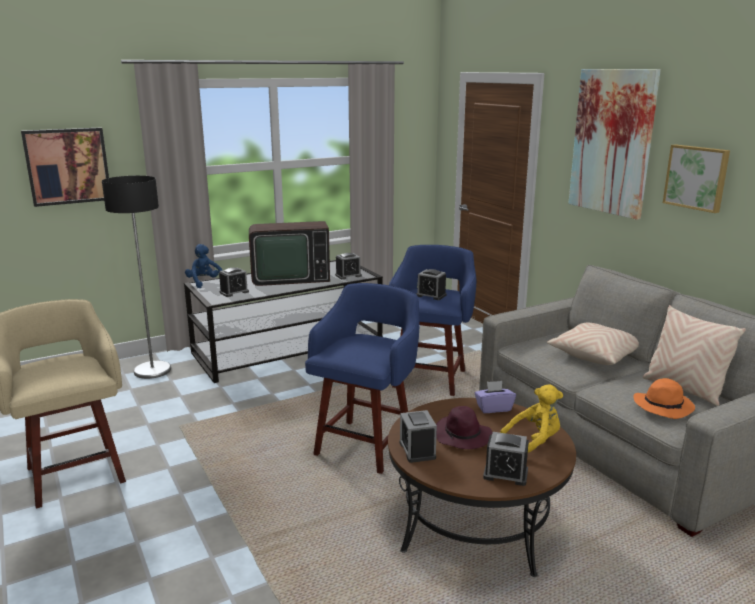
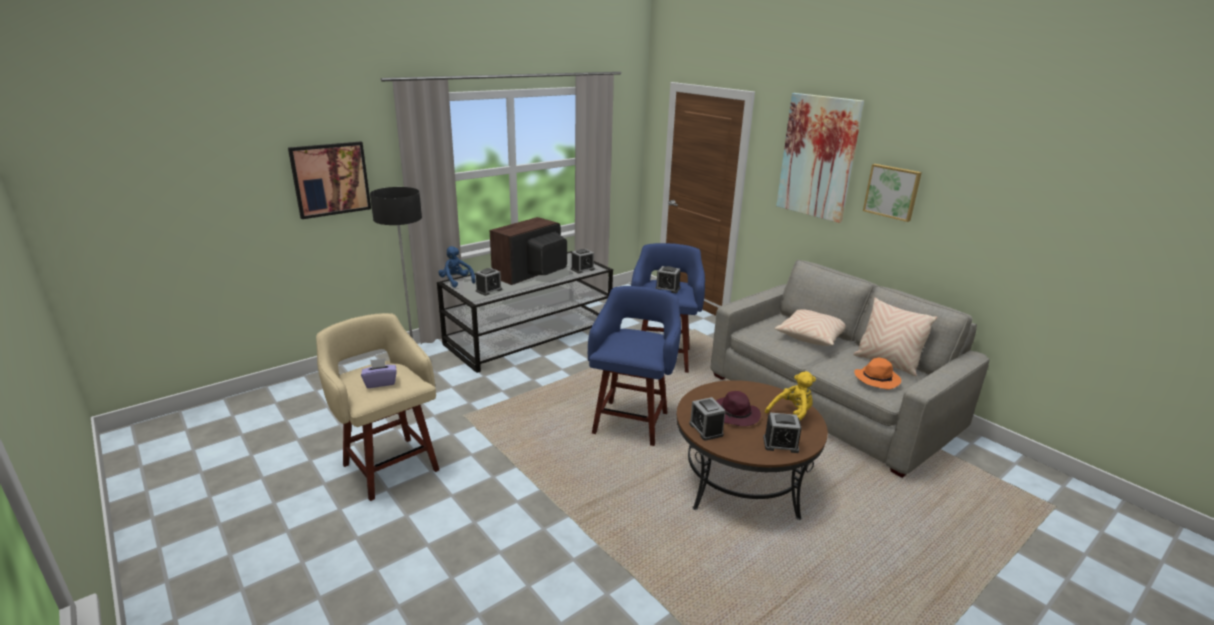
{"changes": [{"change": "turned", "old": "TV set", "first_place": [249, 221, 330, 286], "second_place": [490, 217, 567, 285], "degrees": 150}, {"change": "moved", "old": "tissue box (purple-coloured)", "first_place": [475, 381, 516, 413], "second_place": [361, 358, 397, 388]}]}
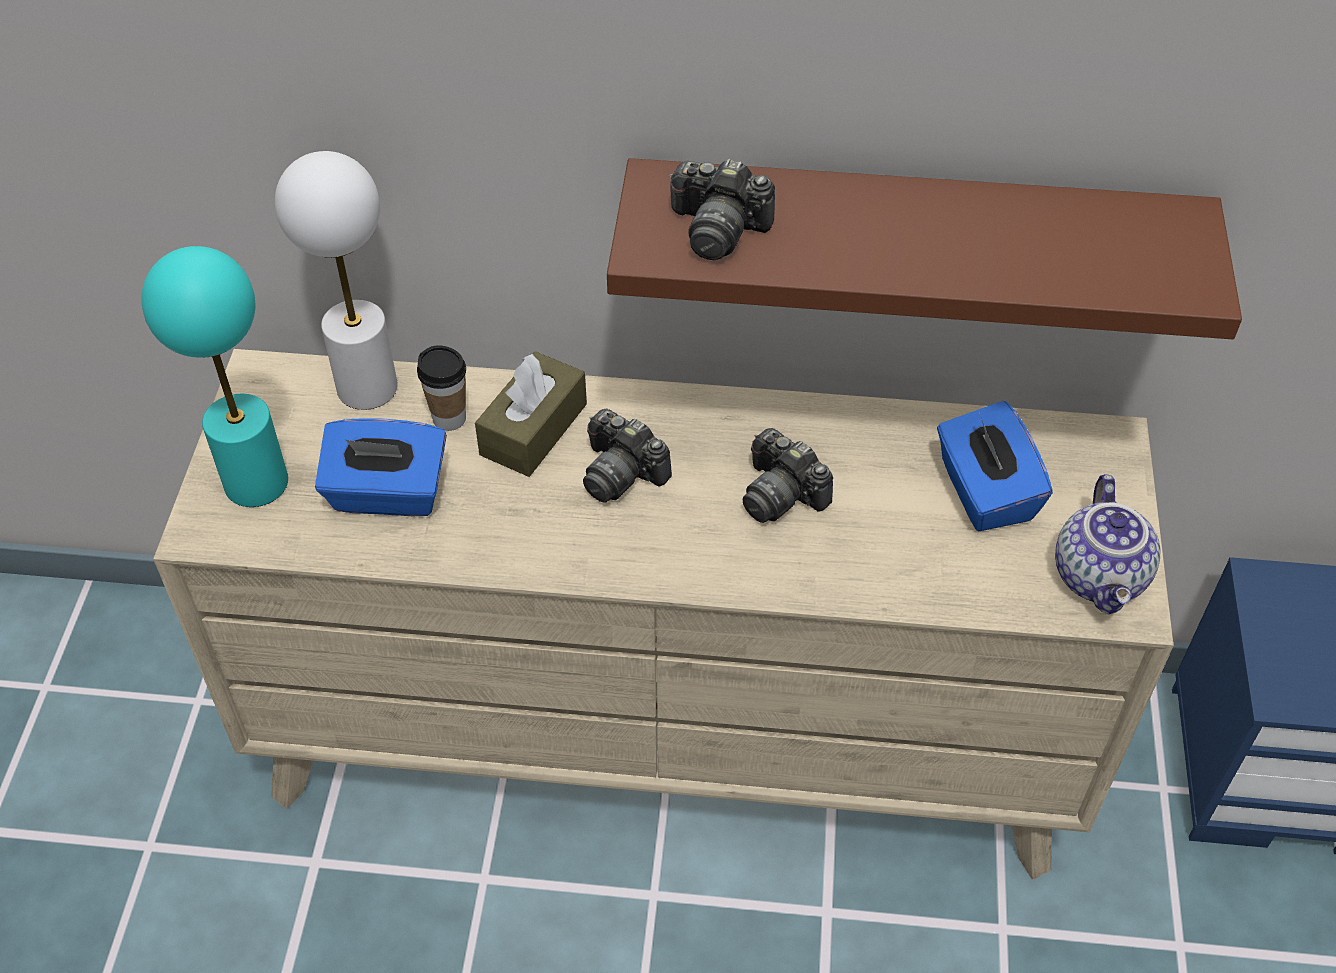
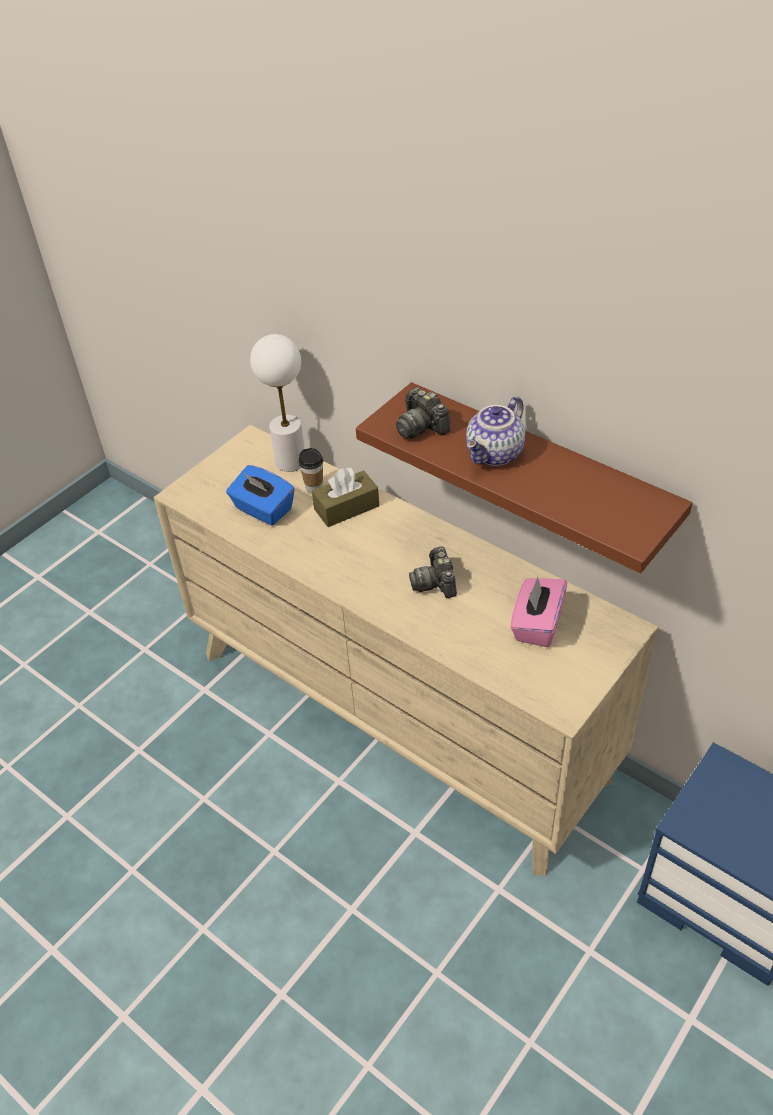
{"changes": [{"change": "removed", "old": "tabletop lamp (blue-green)", "first_place": [141, 246, 288, 507]}, {"change": "removed", "old": "photo camera", "first_place": [583, 409, 672, 503]}, {"change": "recoloured", "old": "tissue box (blue)", "new": "tissue box (pinkish)", "first_place": [937, 401, 1053, 531], "second_place": [510, 576, 567, 647]}, {"change": "moved", "old": "tea pot", "first_place": [1055, 474, 1160, 614], "second_place": [466, 396, 525, 466]}]}
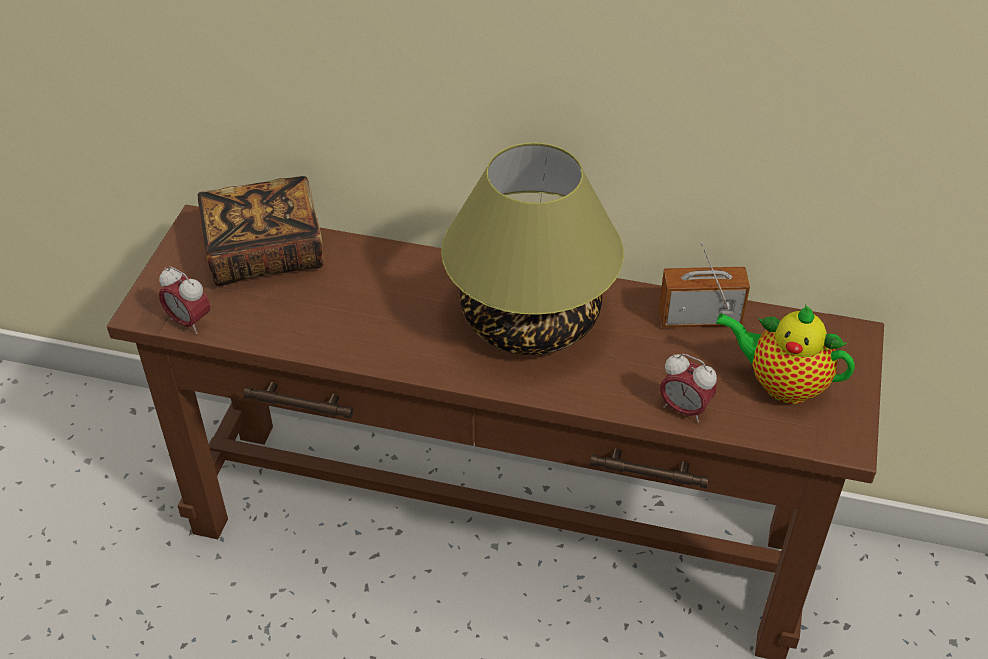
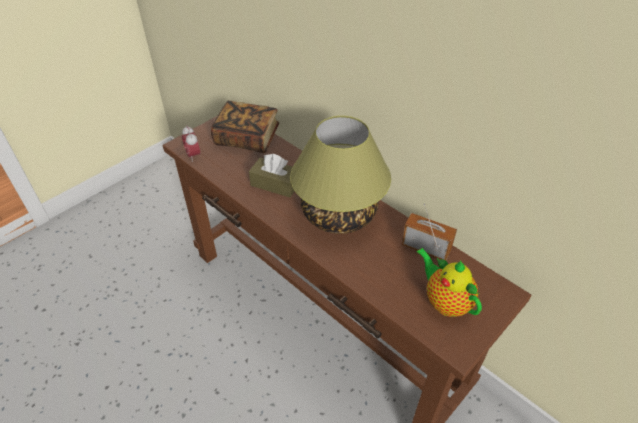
{"changes": [{"change": "removed", "old": "alarm clock", "first_place": [660, 354, 717, 423]}, {"change": "added", "new": "tissue box (brownish)", "second_place": [249, 154, 294, 197]}]}
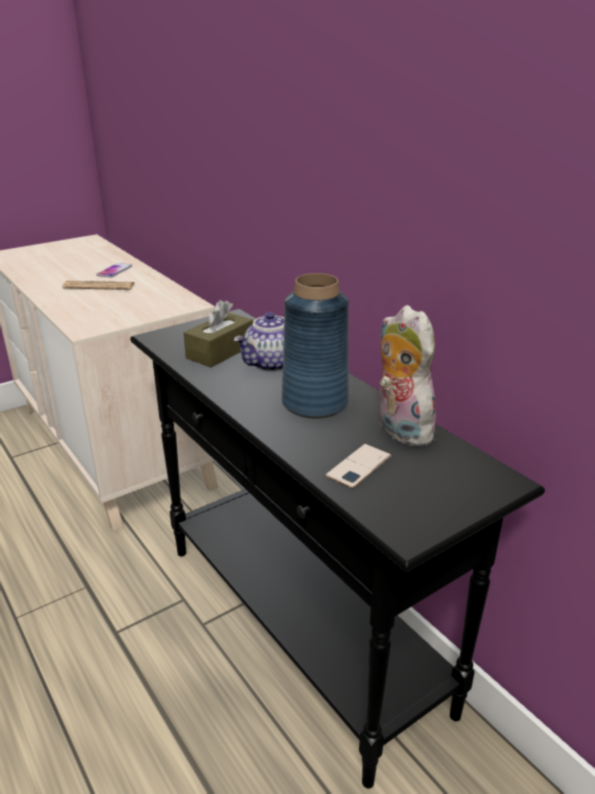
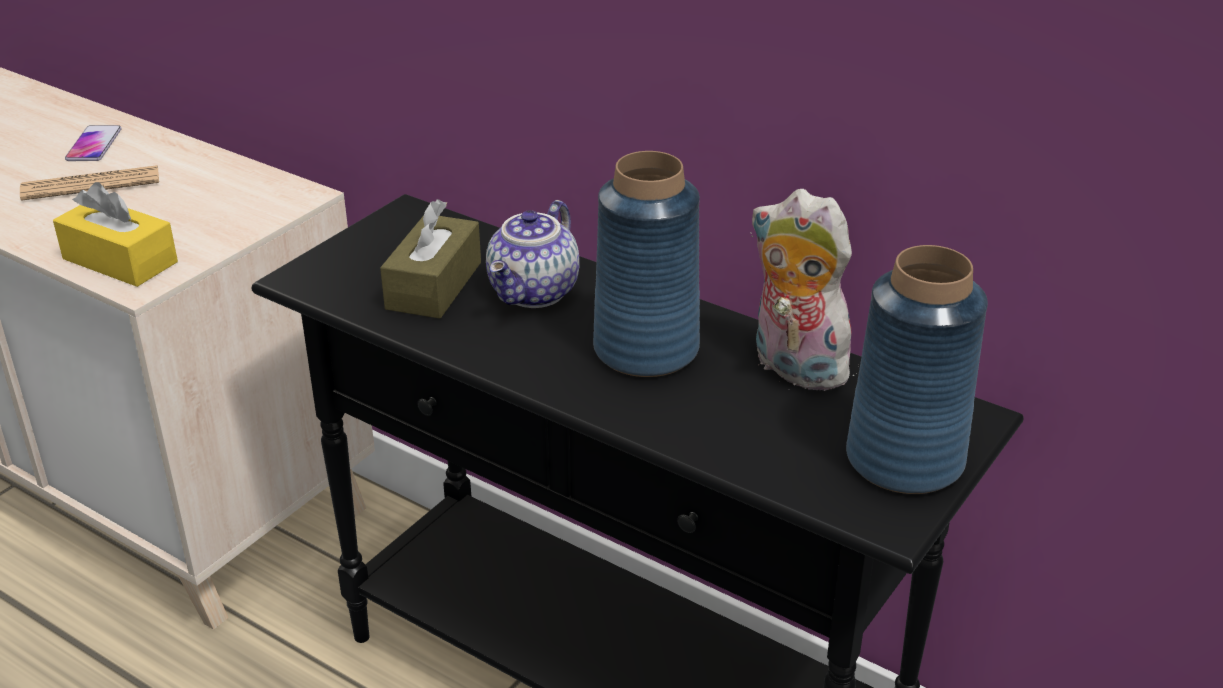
{"changes": [{"change": "removed", "old": "phone", "first_place": [325, 444, 391, 489]}, {"change": "added", "new": "tissue box (yellow)", "second_place": [53, 182, 178, 287]}, {"change": "added", "new": "vase (blue)", "second_place": [846, 245, 988, 494]}]}
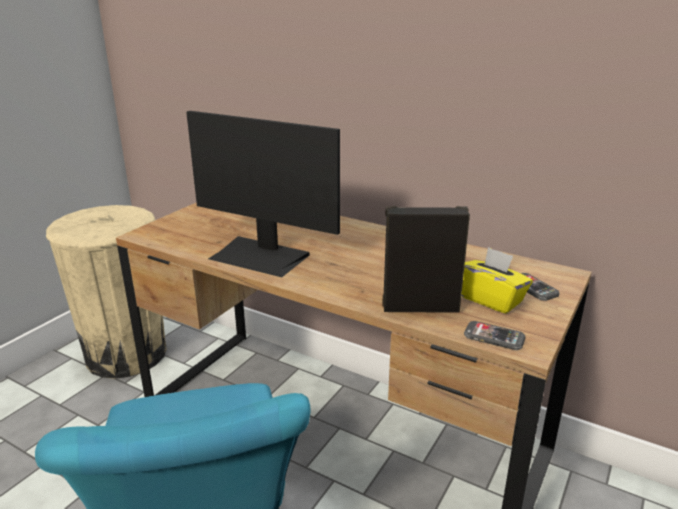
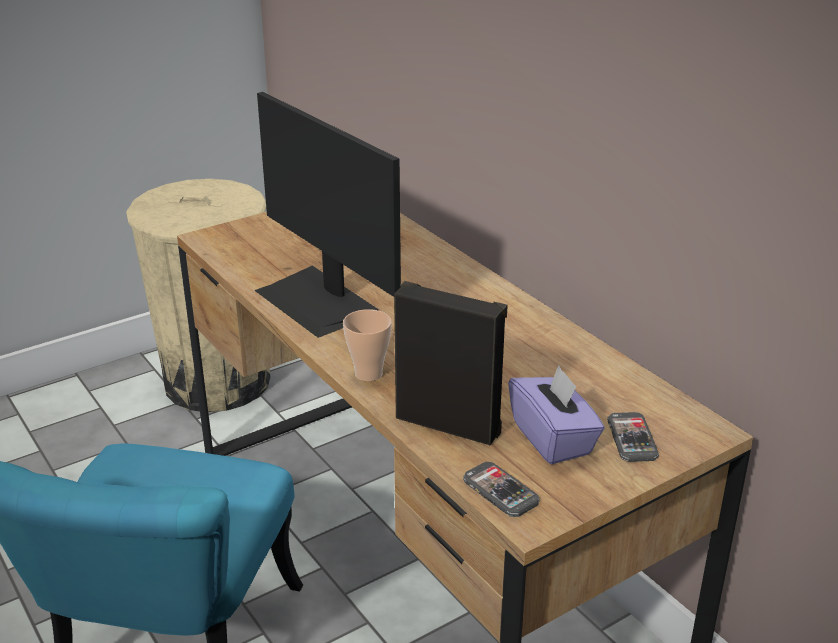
{"changes": [{"change": "recoloured", "old": "tissue box (yellow)", "new": "tissue box (purple-coloured)", "first_place": [461, 247, 533, 314], "second_place": [508, 365, 605, 465]}, {"change": "added", "new": "cup", "second_place": [343, 309, 392, 381]}]}
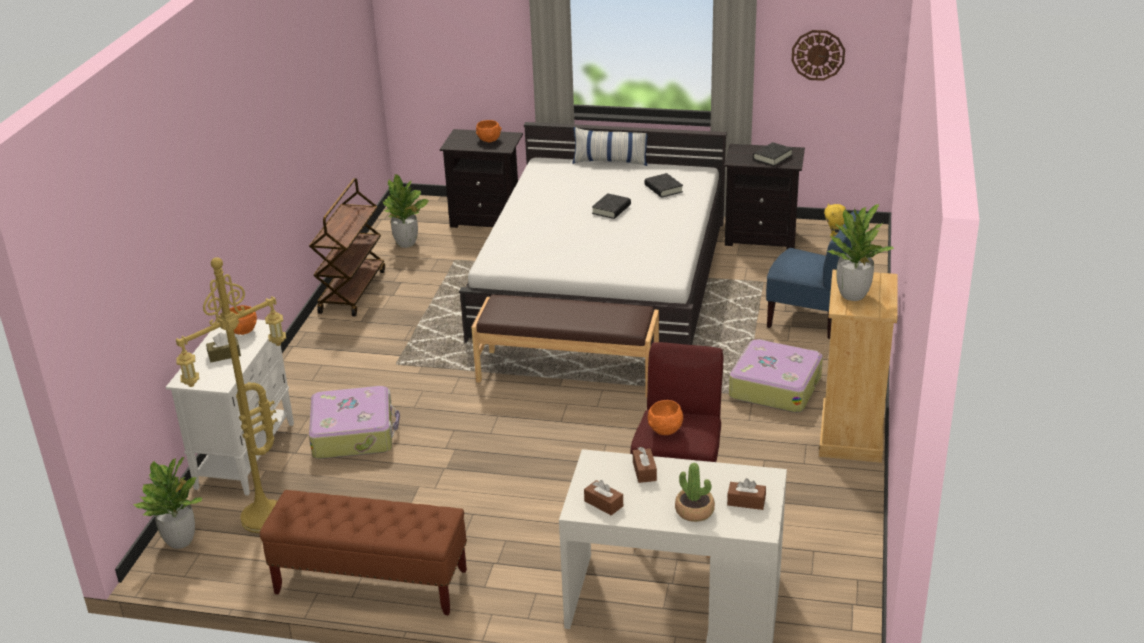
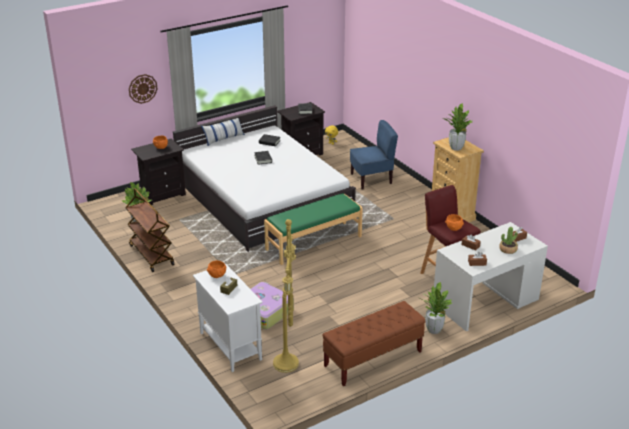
{"changes": [{"change": "moved", "old": "potted plant", "first_place": [133, 457, 202, 549], "second_place": [421, 282, 452, 334]}, {"change": "recoloured", "old": "long seat (brownish)", "new": "long seat (green-coloured)", "first_place": [471, 294, 659, 397], "second_place": [264, 193, 363, 265]}, {"change": "removed", "old": "piece of luggage", "first_place": [729, 339, 823, 413]}, {"change": "moved", "old": "wall clock", "first_place": [791, 30, 845, 81], "second_place": [129, 74, 158, 104]}]}
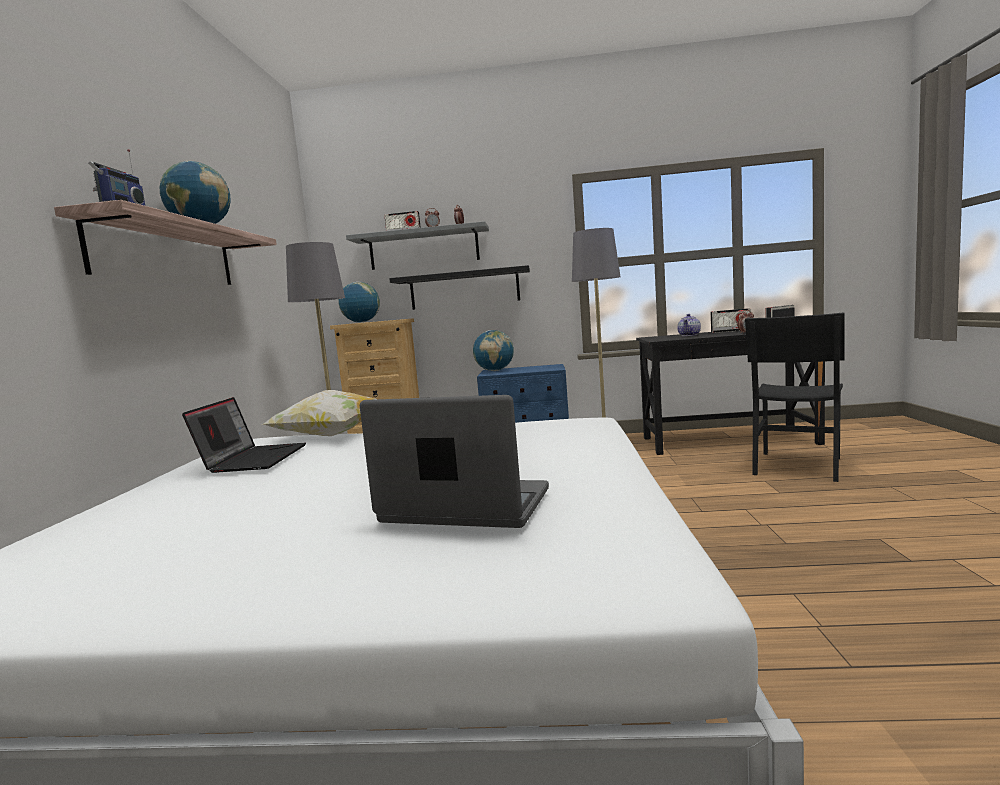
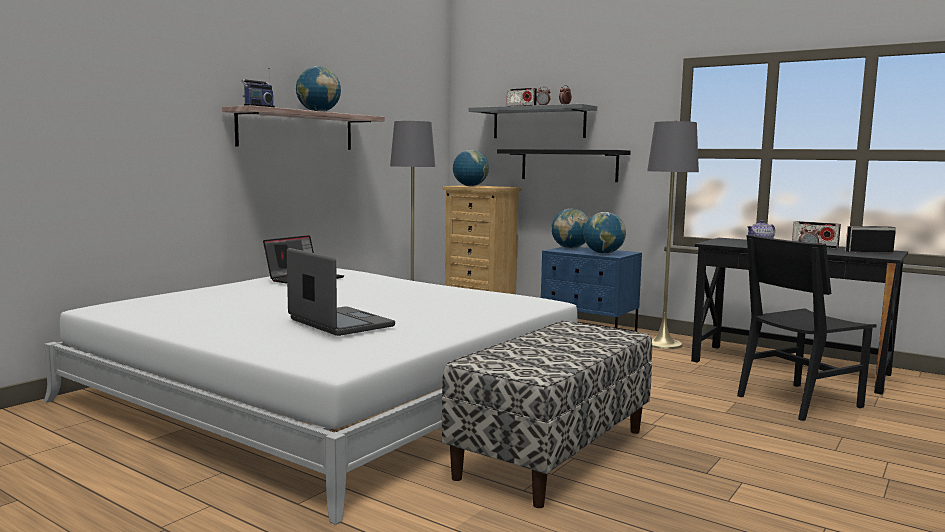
{"changes": [{"change": "removed", "old": "pillow", "first_place": [263, 390, 375, 436]}, {"change": "added", "new": "long seat", "second_place": [442, 320, 652, 508]}, {"change": "added", "new": "globe", "second_place": [583, 212, 626, 254]}]}
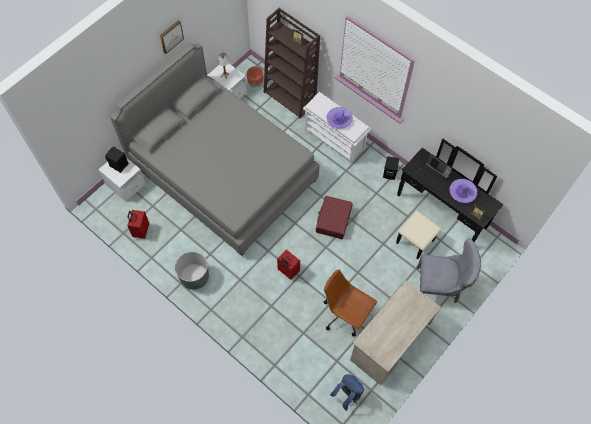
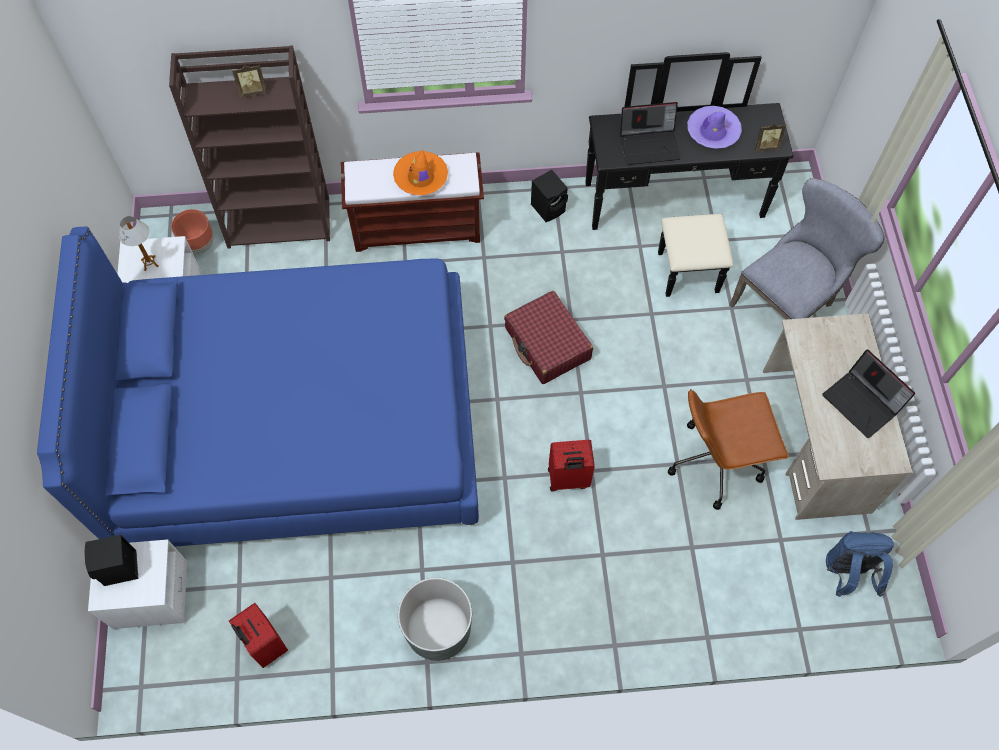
{"changes": [{"change": "recoloured", "old": "bed (gray)", "new": "bed (blue)", "first_place": [110, 43, 320, 256], "second_place": [37, 227, 479, 547]}, {"change": "removed", "old": "picture", "first_place": [160, 20, 184, 54]}, {"change": "recoloured", "old": "long seat (white-coloured)", "new": "long seat (brownish)", "first_place": [303, 92, 371, 164], "second_place": [341, 152, 484, 252]}, {"change": "recoloured", "old": "clothing hat (purple-coloured)", "new": "clothing hat (orange)", "first_place": [327, 107, 353, 129], "second_place": [393, 150, 448, 195]}, {"change": "added", "new": "laptop", "second_place": [822, 349, 915, 438]}]}
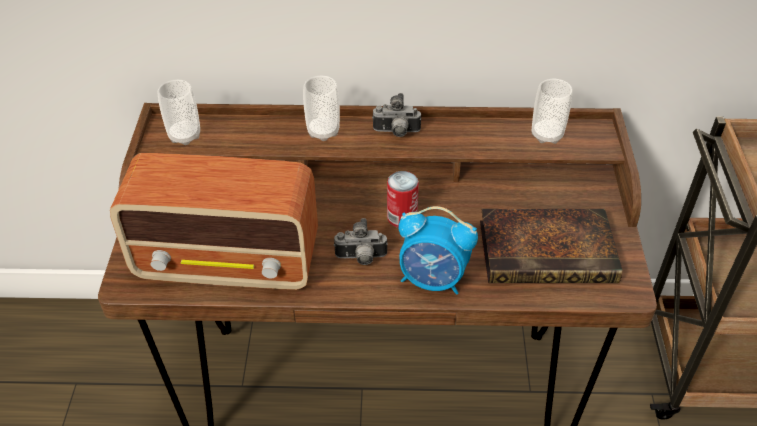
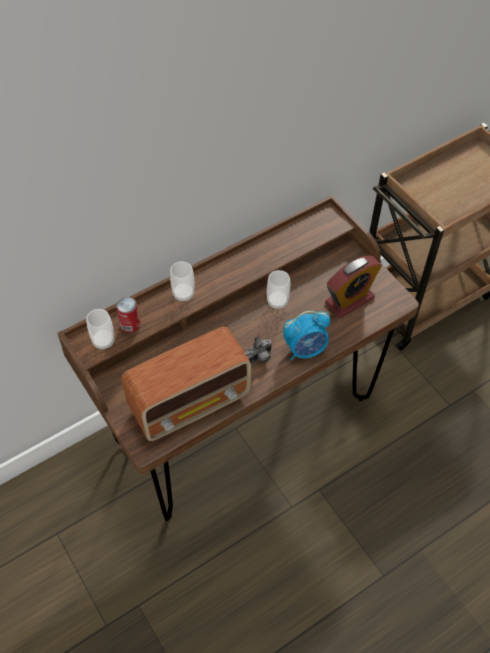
{"changes": [{"change": "removed", "old": "photo camera", "first_place": [372, 93, 422, 137]}, {"change": "moved", "old": "metal can", "first_place": [387, 171, 419, 228], "second_place": [116, 297, 140, 332]}, {"change": "replaced", "old": "book", "new": "alarm clock", "first_place": [480, 209, 623, 283], "second_place": [325, 256, 382, 318]}, {"change": "moved", "old": "cup", "first_place": [532, 78, 573, 144], "second_place": [267, 270, 290, 309]}]}
